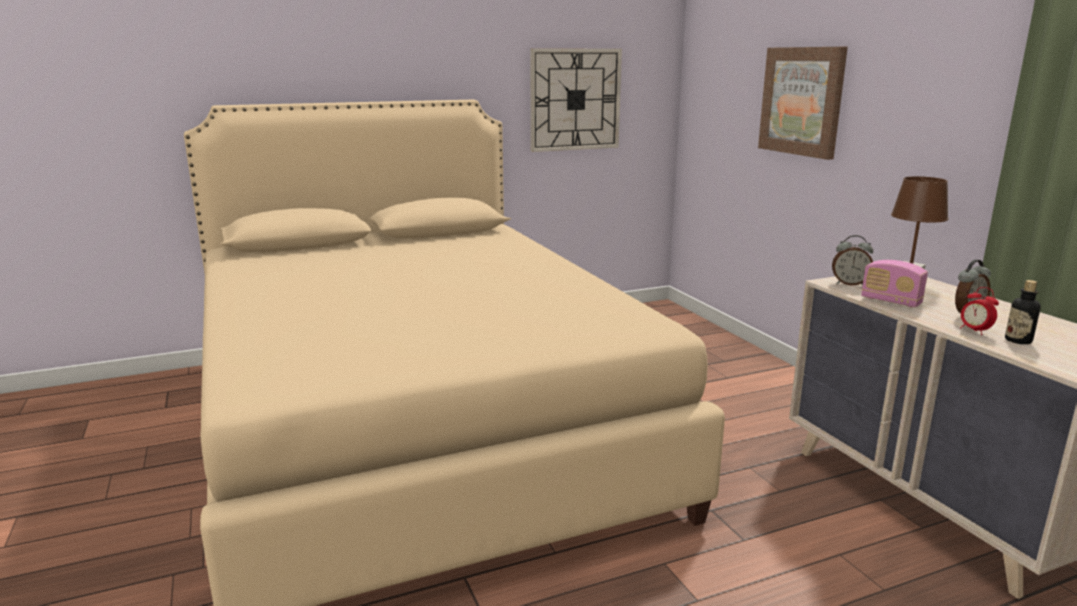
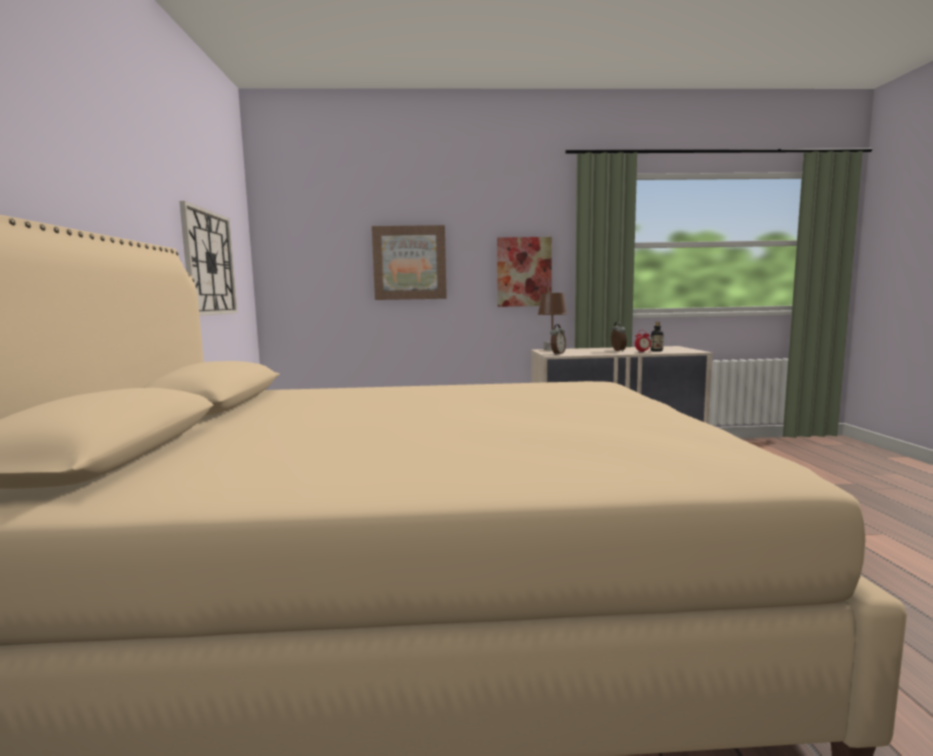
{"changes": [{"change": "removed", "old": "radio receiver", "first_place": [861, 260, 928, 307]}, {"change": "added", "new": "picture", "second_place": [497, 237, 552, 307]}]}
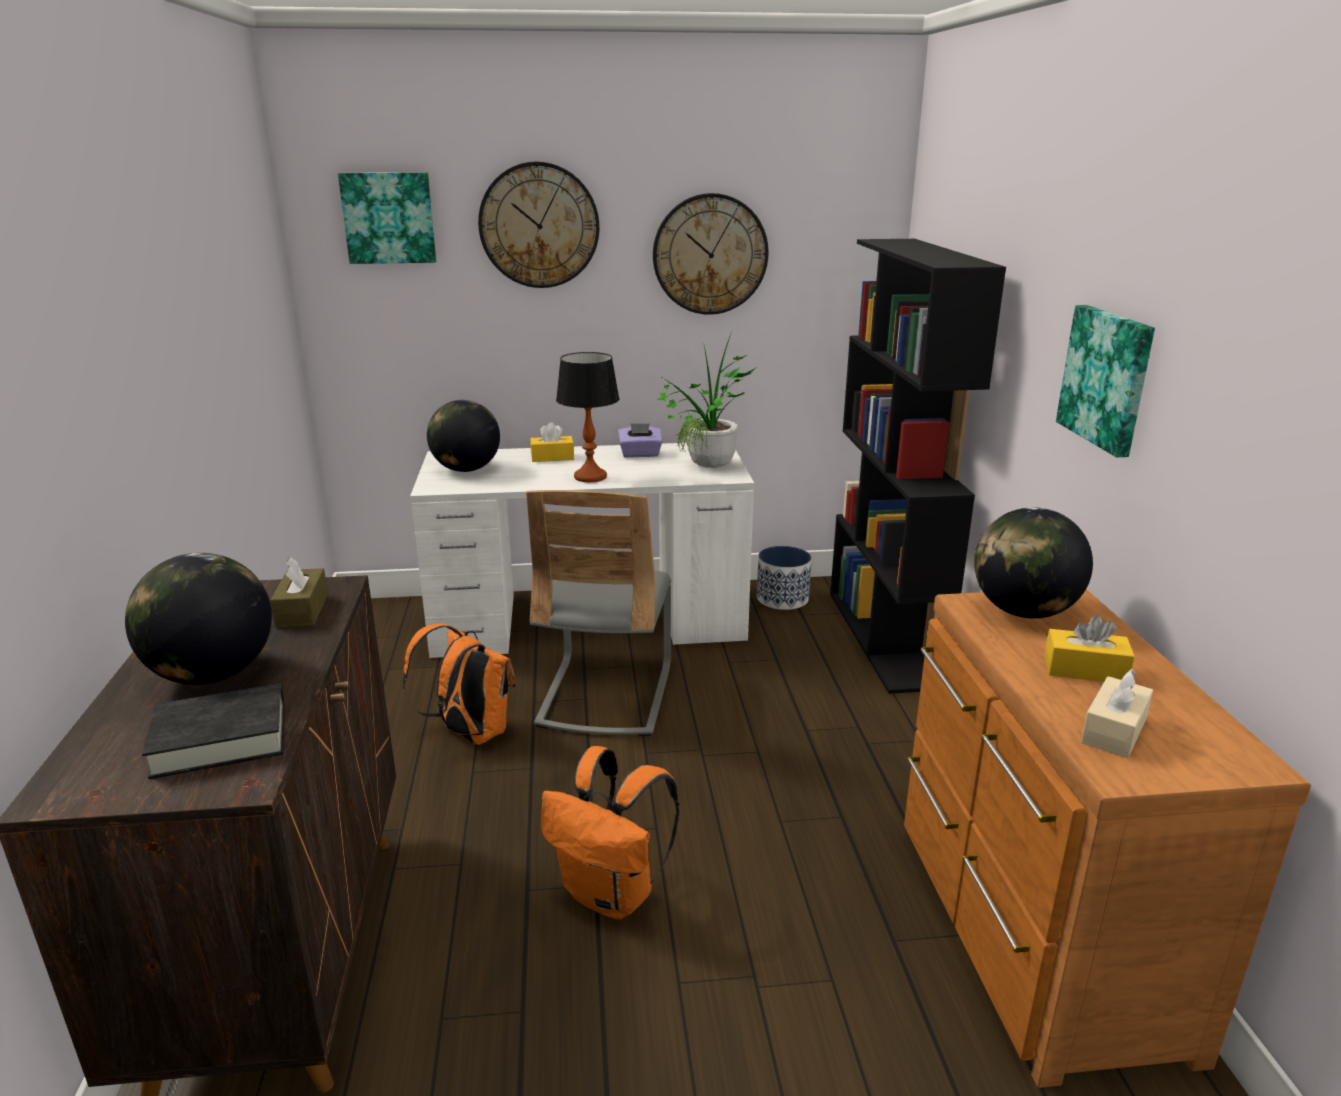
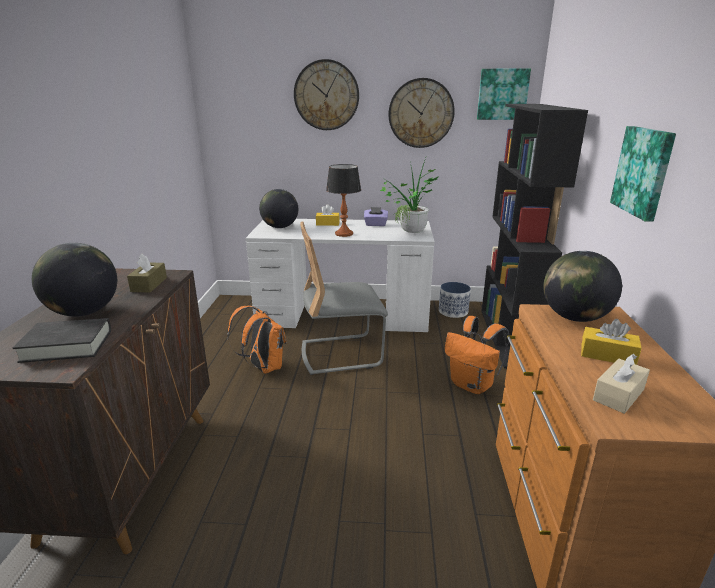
{"changes": [{"change": "moved", "old": "picture", "first_place": [338, 172, 436, 264], "second_place": [477, 69, 531, 120]}, {"change": "turned", "old": "upright chair (gray)", "first_place": [526, 490, 671, 736], "second_place": [300, 222, 388, 375], "degrees": 60}, {"change": "moved", "old": "rucksack (orange)", "first_place": [541, 746, 679, 920], "second_place": [445, 316, 509, 394]}]}
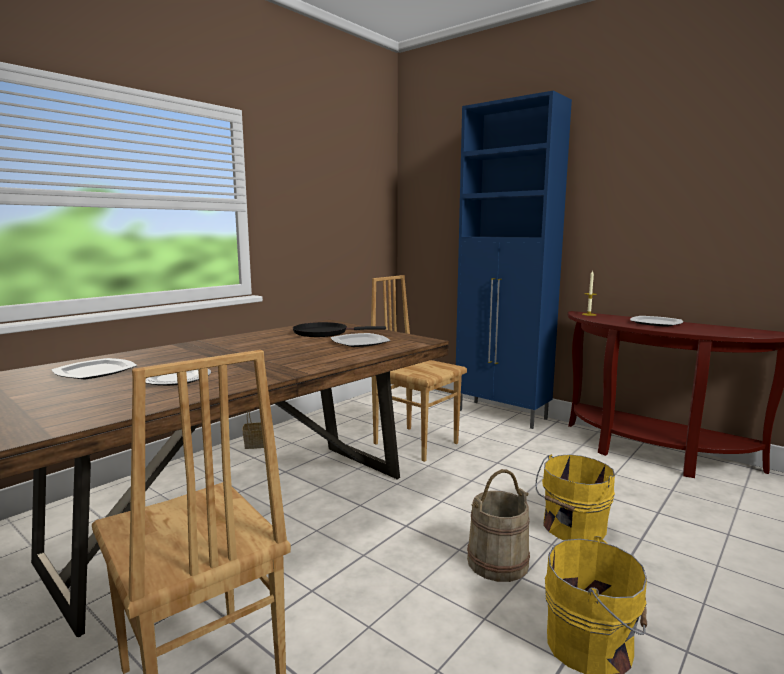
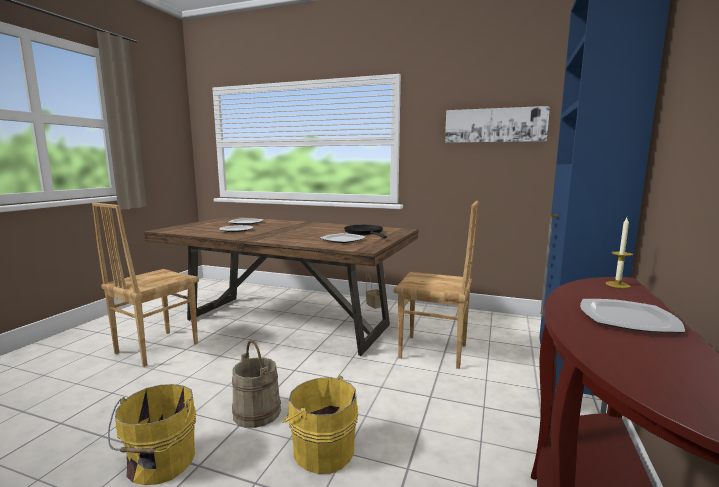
{"changes": [{"change": "turned", "old": "upright chair (brownish)", "first_place": [371, 275, 467, 462], "second_place": [394, 201, 478, 369], "degrees": 90}, {"change": "added", "new": "picture", "second_place": [445, 106, 550, 143]}]}
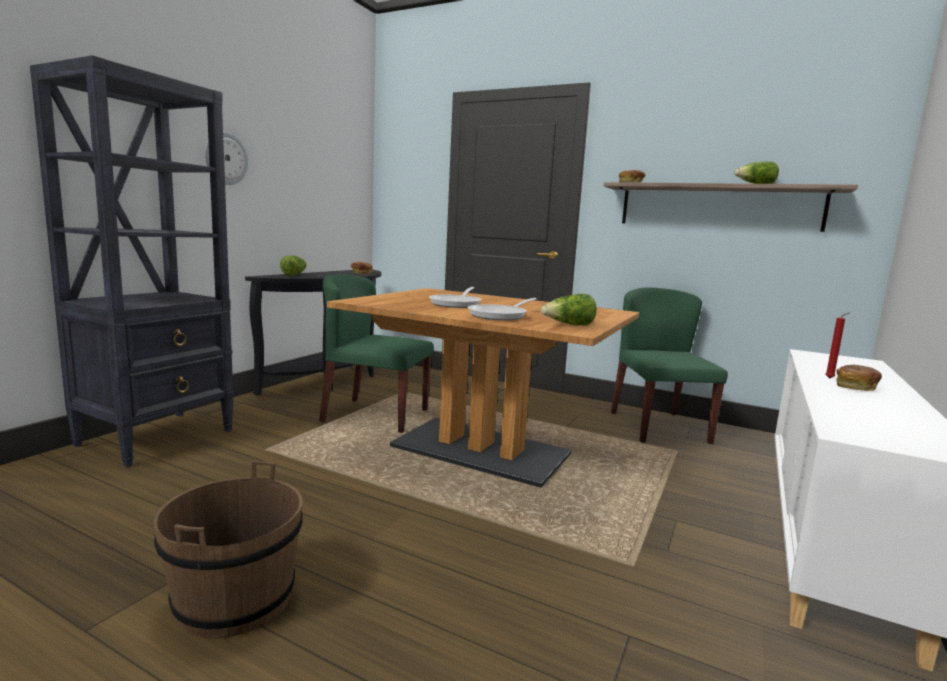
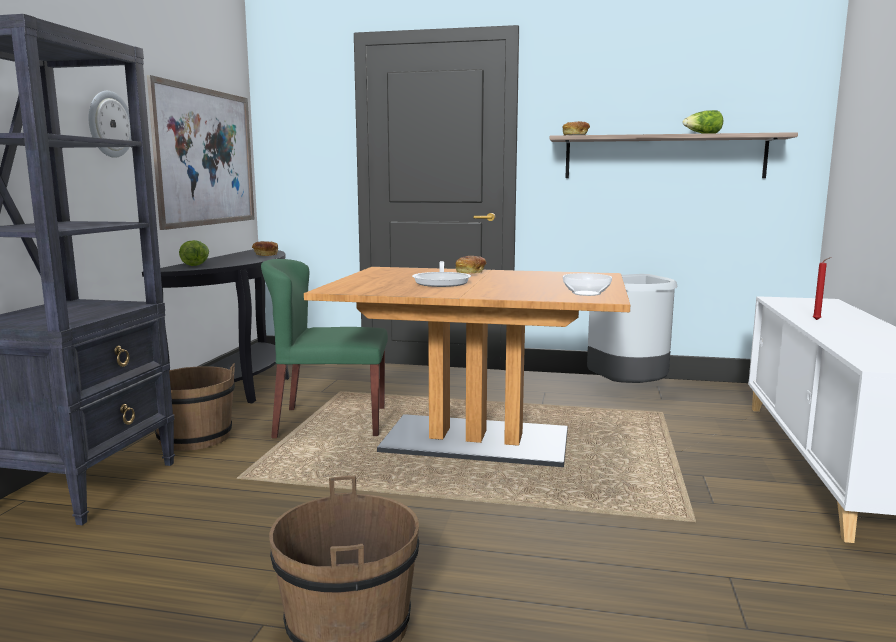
{"changes": [{"change": "removed", "old": "skillet", "first_place": [468, 298, 537, 321]}, {"change": "replaced", "old": "lettuce", "new": "serving bowl", "first_place": [541, 294, 597, 325], "second_place": [563, 273, 612, 296]}, {"change": "replaced", "old": "upright chair (green-coloured)", "new": "waste bin (gray)", "first_place": [611, 287, 728, 444], "second_place": [587, 274, 678, 383]}, {"change": "moved", "old": "bakery bread", "first_place": [837, 365, 882, 391], "second_place": [456, 256, 486, 274]}, {"change": "added", "new": "picture", "second_place": [147, 75, 254, 230]}, {"change": "added", "new": "pail (brownish)", "second_place": [155, 363, 235, 451]}]}
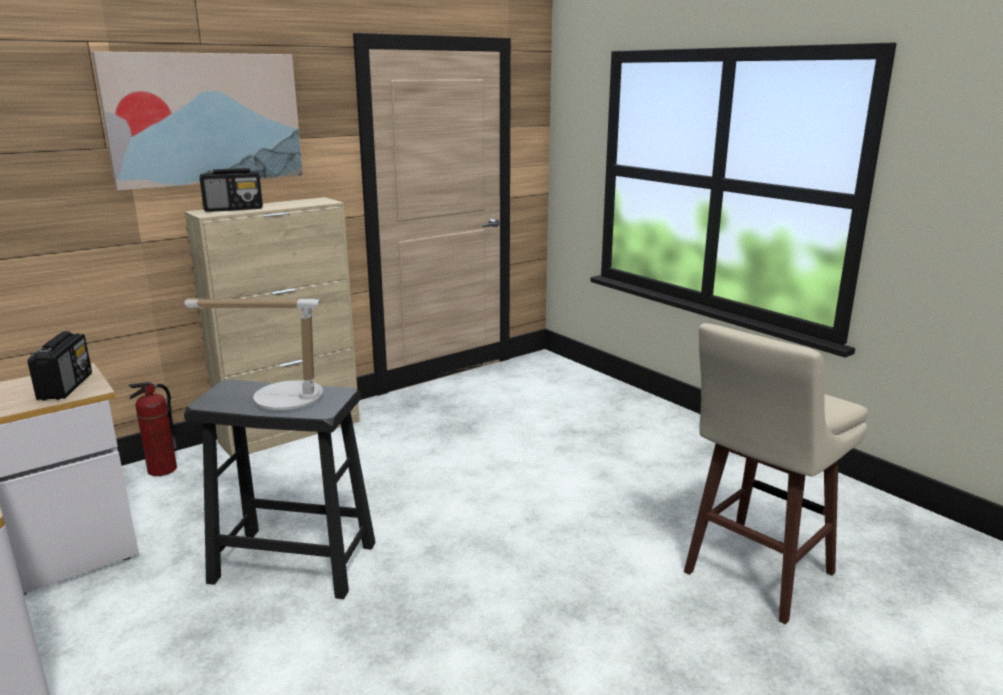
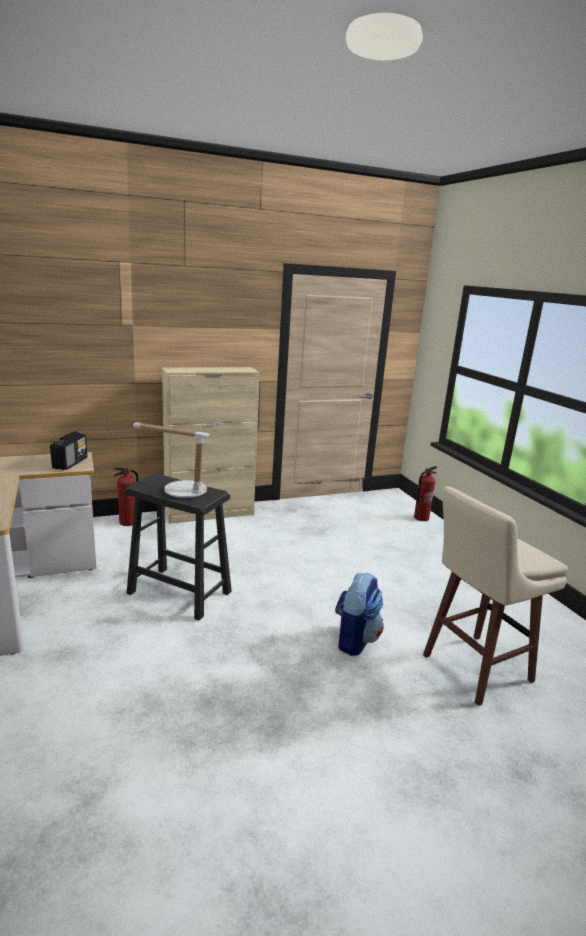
{"changes": [{"change": "removed", "old": "picture", "first_place": [92, 51, 303, 191]}, {"change": "removed", "old": "radio receiver", "first_place": [200, 168, 263, 212]}, {"change": "added", "new": "rucksack", "second_place": [335, 572, 384, 656]}, {"change": "added", "new": "fire extinguisher", "second_place": [414, 466, 437, 521]}]}
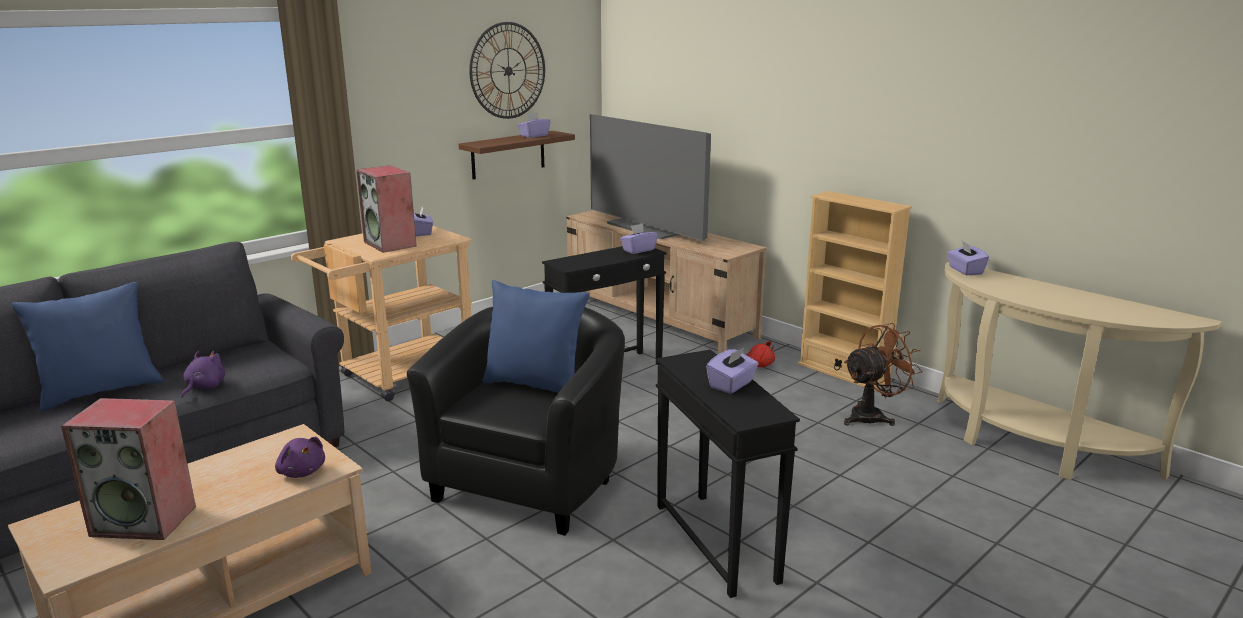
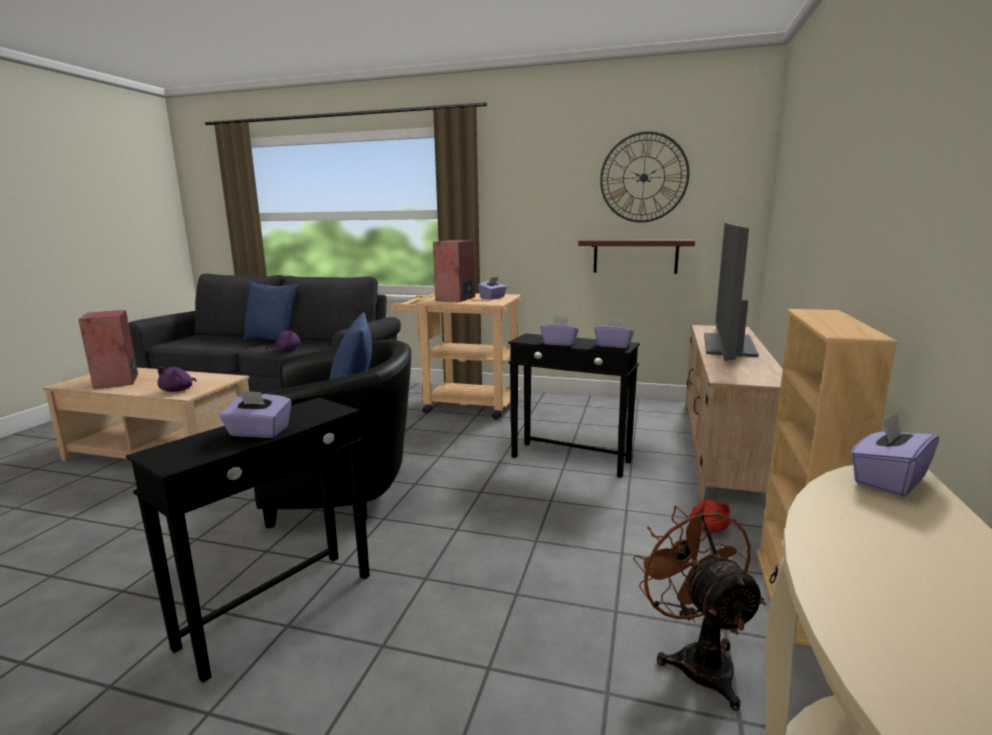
{"changes": [{"change": "moved", "old": "tissue box (purple-coloured)", "first_place": [517, 112, 551, 138], "second_place": [540, 316, 579, 346]}, {"change": "turned", "old": "electric fan (brownish)", "first_place": [844, 323, 922, 426], "second_place": [633, 503, 766, 711], "degrees": -135}]}
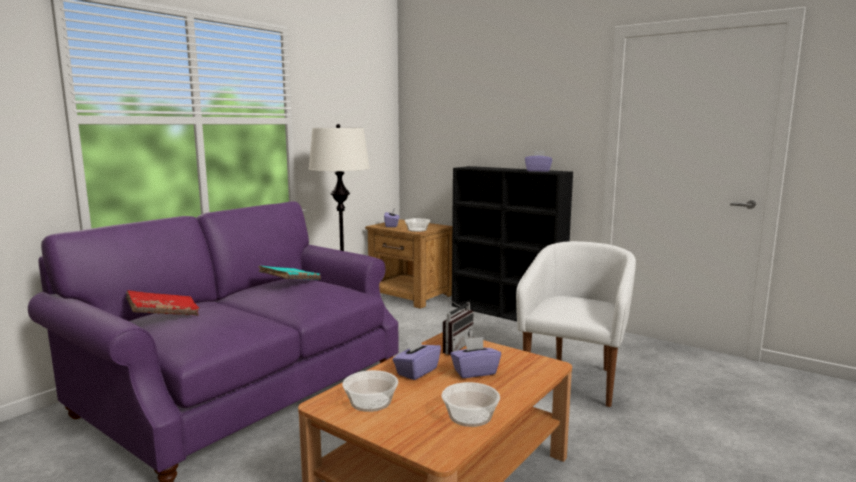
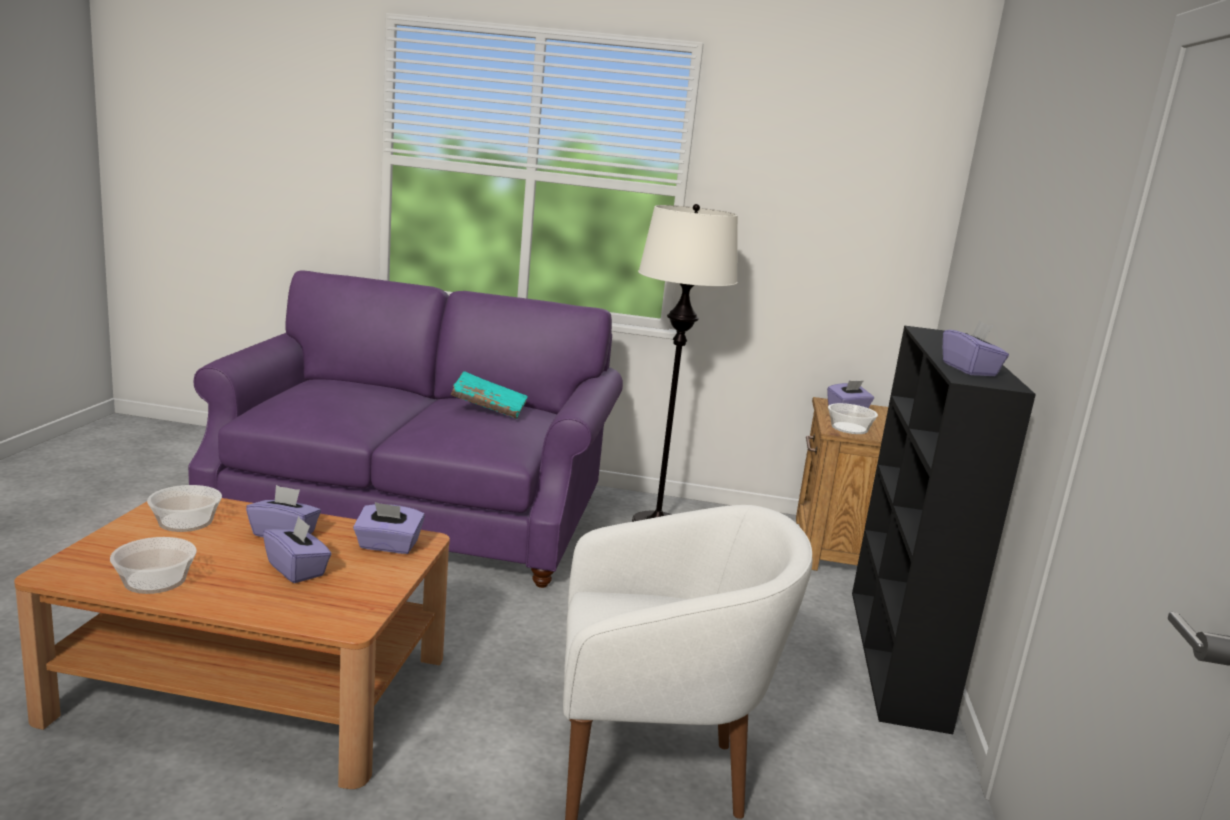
{"changes": [{"change": "removed", "old": "book (red)", "first_place": [126, 290, 199, 316]}, {"change": "replaced", "old": "radio receiver", "new": "tissue box (purple-coloured)", "first_place": [442, 296, 474, 355], "second_place": [353, 502, 425, 554]}]}
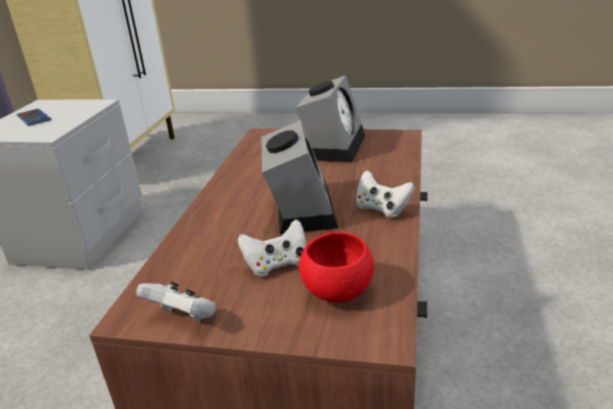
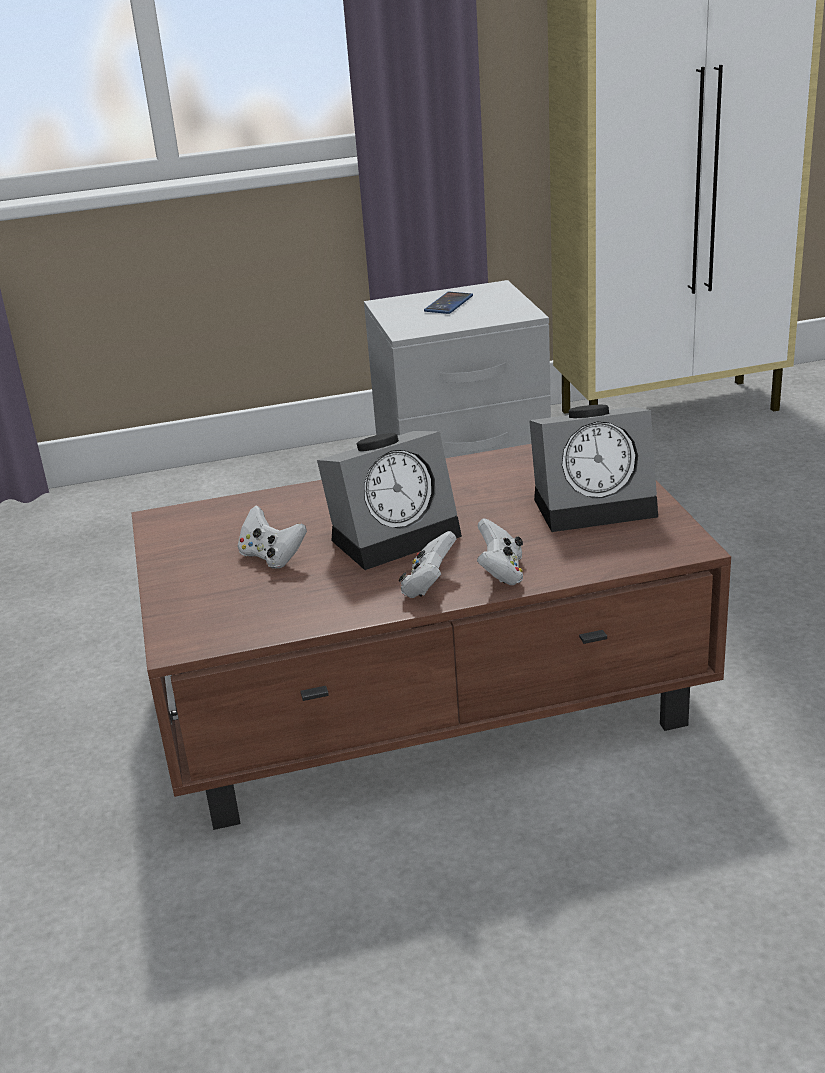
{"changes": [{"change": "moved", "old": "gamepad (white-coloured)", "first_place": [136, 281, 216, 322], "second_place": [477, 519, 523, 585]}, {"change": "removed", "old": "serving bowl (red)", "first_place": [299, 232, 374, 303]}]}
